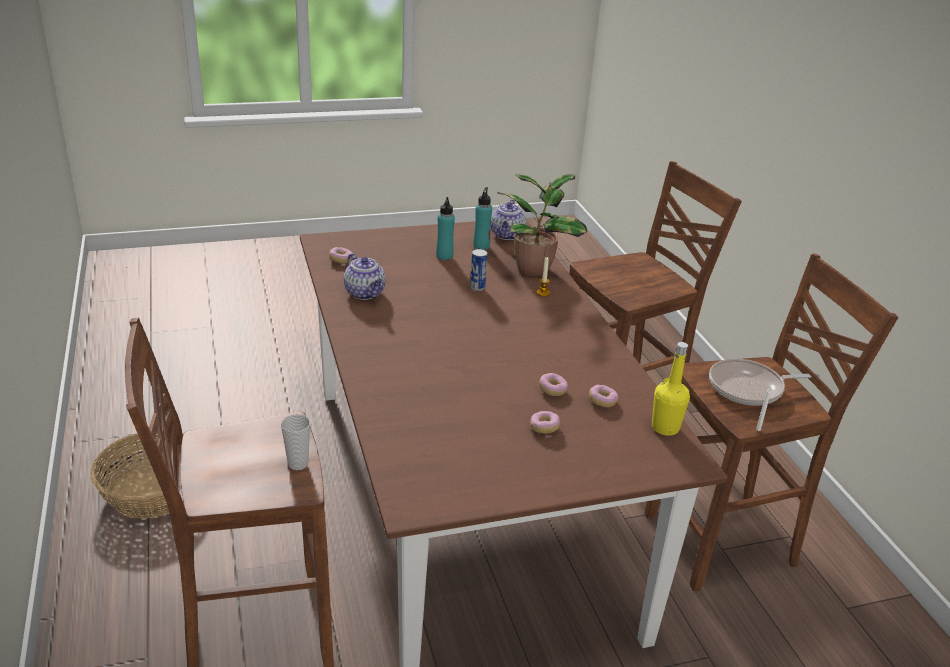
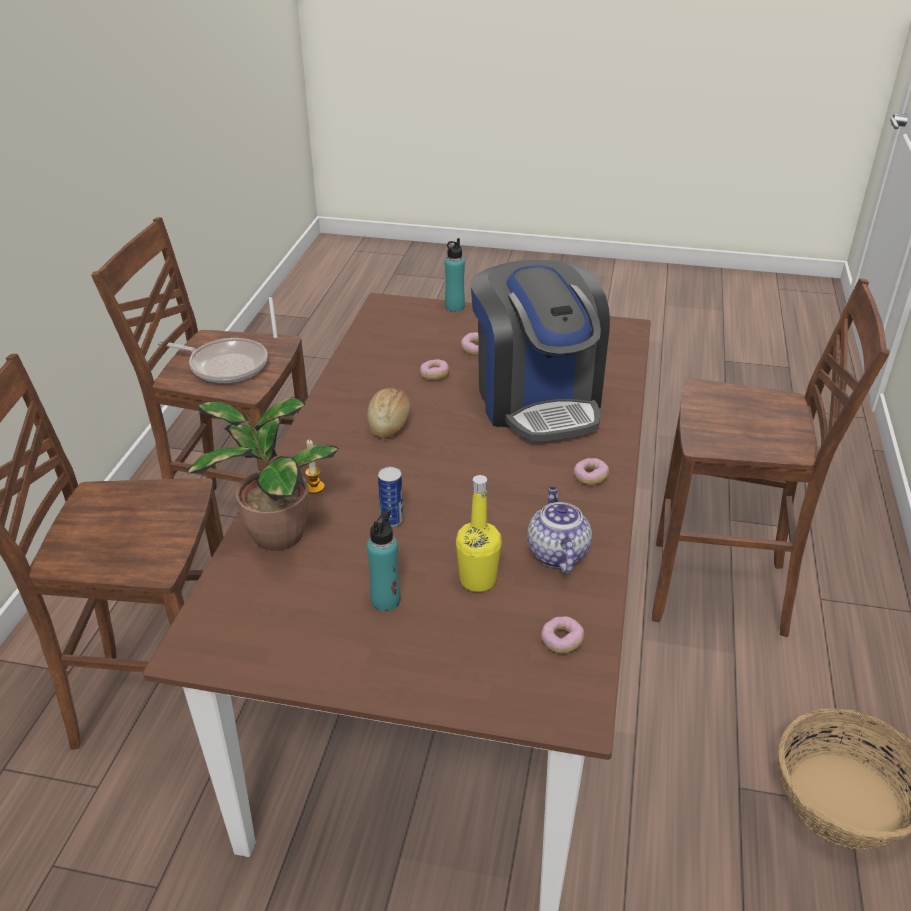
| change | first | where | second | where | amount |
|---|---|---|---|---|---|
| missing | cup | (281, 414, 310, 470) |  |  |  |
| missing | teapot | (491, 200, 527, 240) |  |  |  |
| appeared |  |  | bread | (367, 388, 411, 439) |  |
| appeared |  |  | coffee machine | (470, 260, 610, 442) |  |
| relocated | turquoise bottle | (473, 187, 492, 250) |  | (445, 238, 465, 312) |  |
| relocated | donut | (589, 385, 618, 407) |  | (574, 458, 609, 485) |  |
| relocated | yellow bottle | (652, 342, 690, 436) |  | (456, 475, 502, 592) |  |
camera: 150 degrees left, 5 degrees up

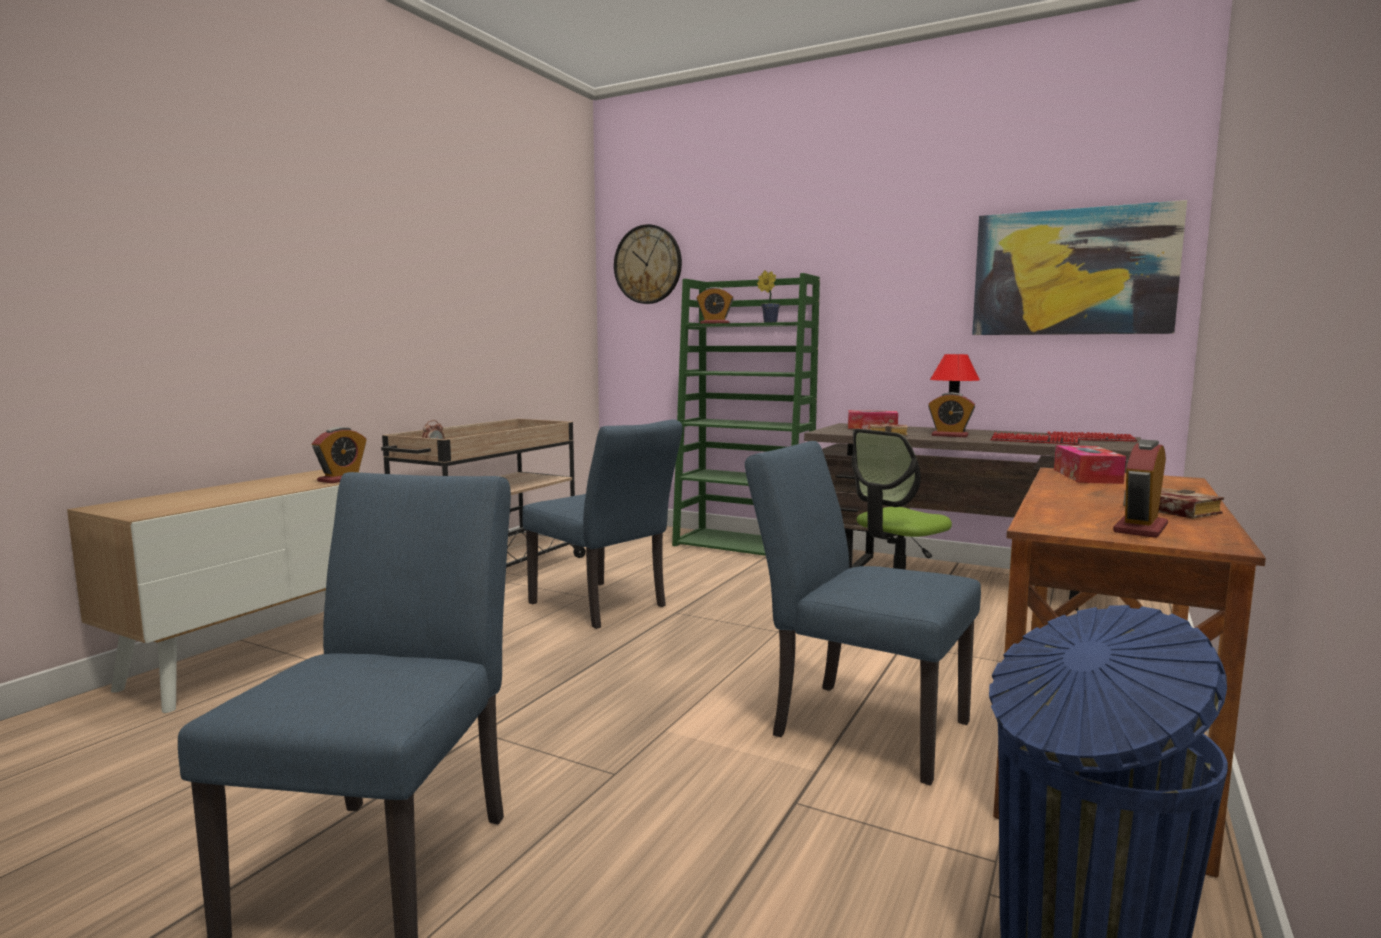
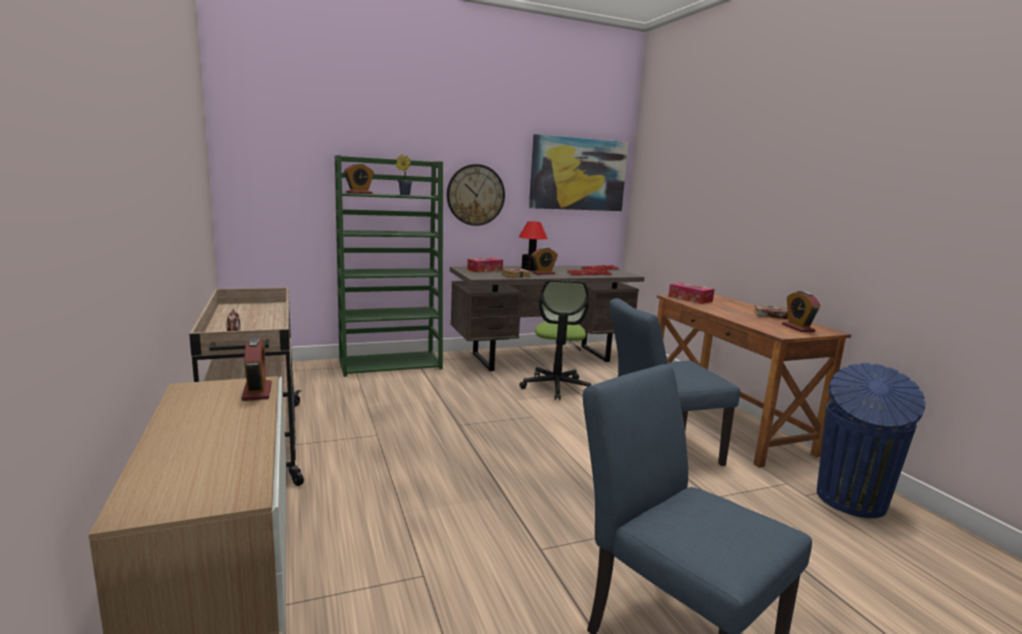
| change | first | where | second | where | amount |
|---|---|---|---|---|---|
| missing | blue chair | (522, 419, 683, 629) |  |  |  |
| relocated | wall clock | (614, 224, 682, 304) |  | (447, 164, 505, 226) |  |
camera: 50 degrees left, 5 degrees up

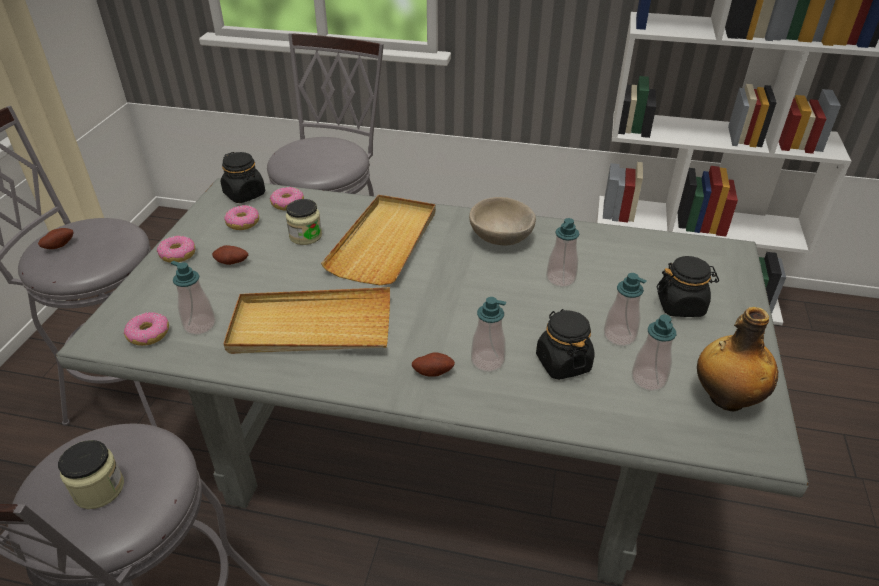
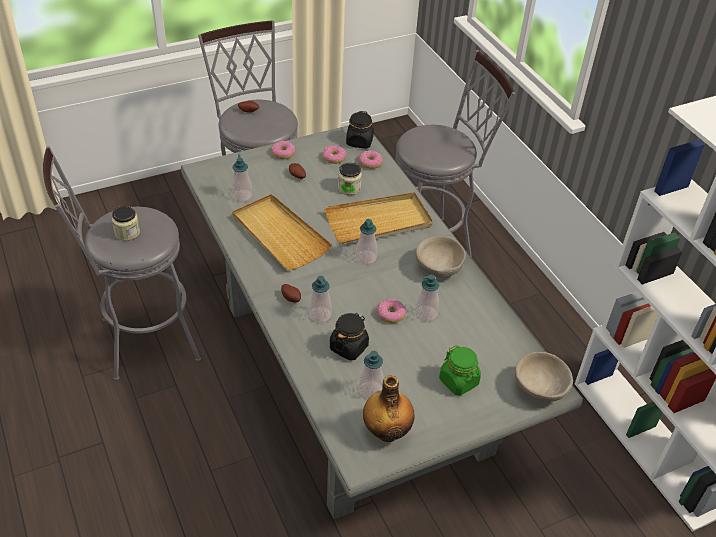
| change | first | where | second | where | amount |
|---|---|---|---|---|---|
| appeared |  |  | beige bowl | (515, 352, 573, 402) |  |
| relocated | donut | (124, 312, 169, 346) |  | (377, 299, 406, 323) |  |
| relocated | soap dispenser | (604, 273, 646, 346) |  | (356, 219, 377, 265) |  |
| colour | black jar | (657, 256, 719, 317) | green jar | (439, 345, 481, 395) |  |
camera: 50 degrees right, 5 degrees up

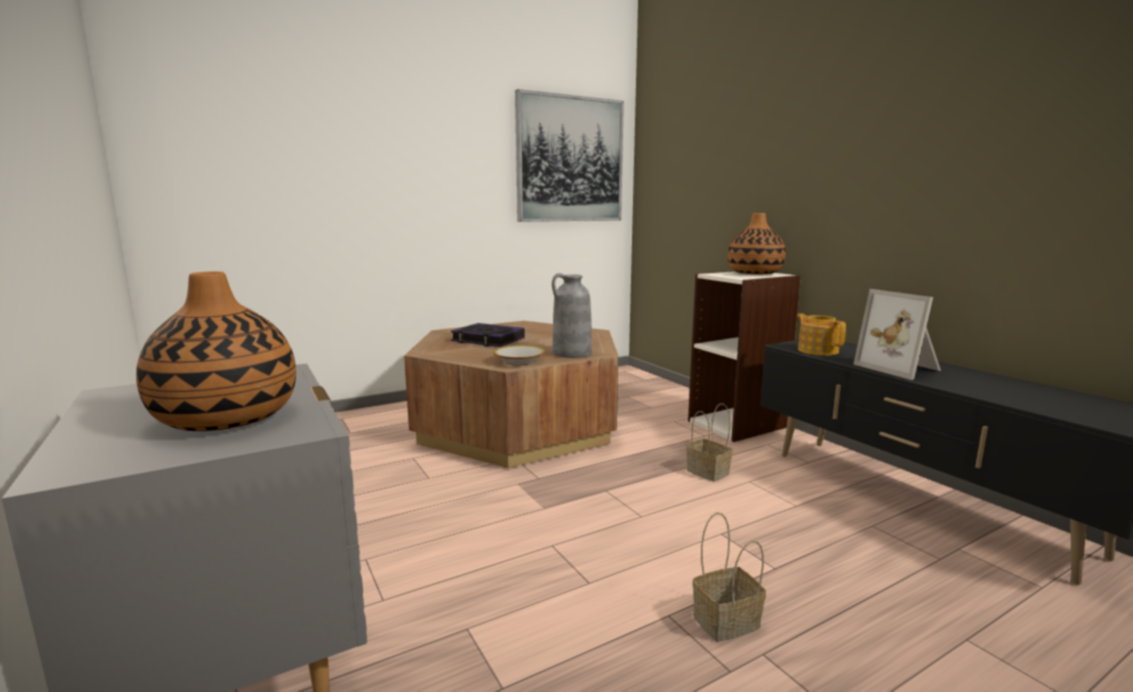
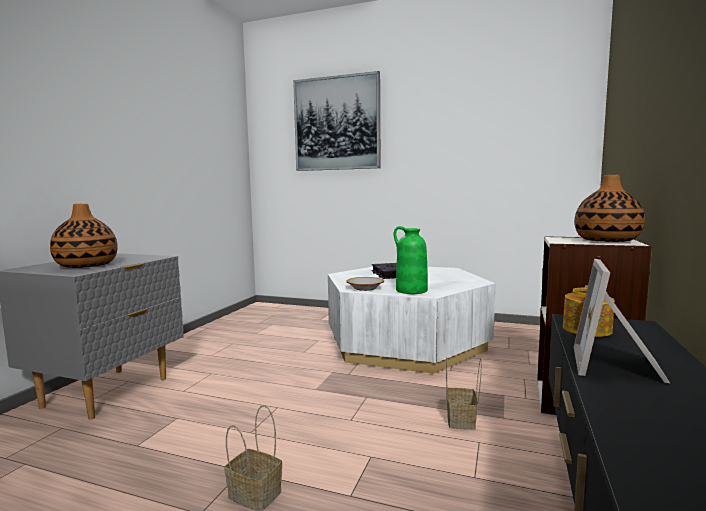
| change | first | where | second | where | amount |
|---|---|---|---|---|---|
| relocated | picture | (515, 89, 624, 222) |  | (293, 71, 381, 171) |  |
| colour | brown coffee table | (404, 321, 618, 468) | white coffee table | (328, 267, 495, 374) |  |
| colour | grey vase | (552, 273, 592, 358) | green vase | (394, 226, 428, 294) |  |
camera: 50 degrees right, 5 degrees down

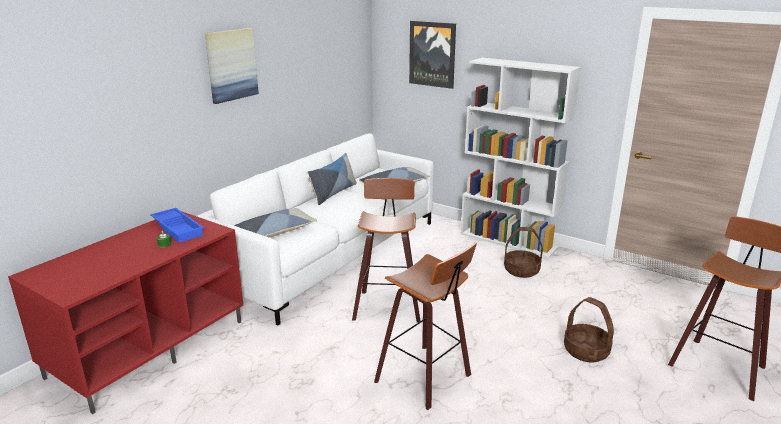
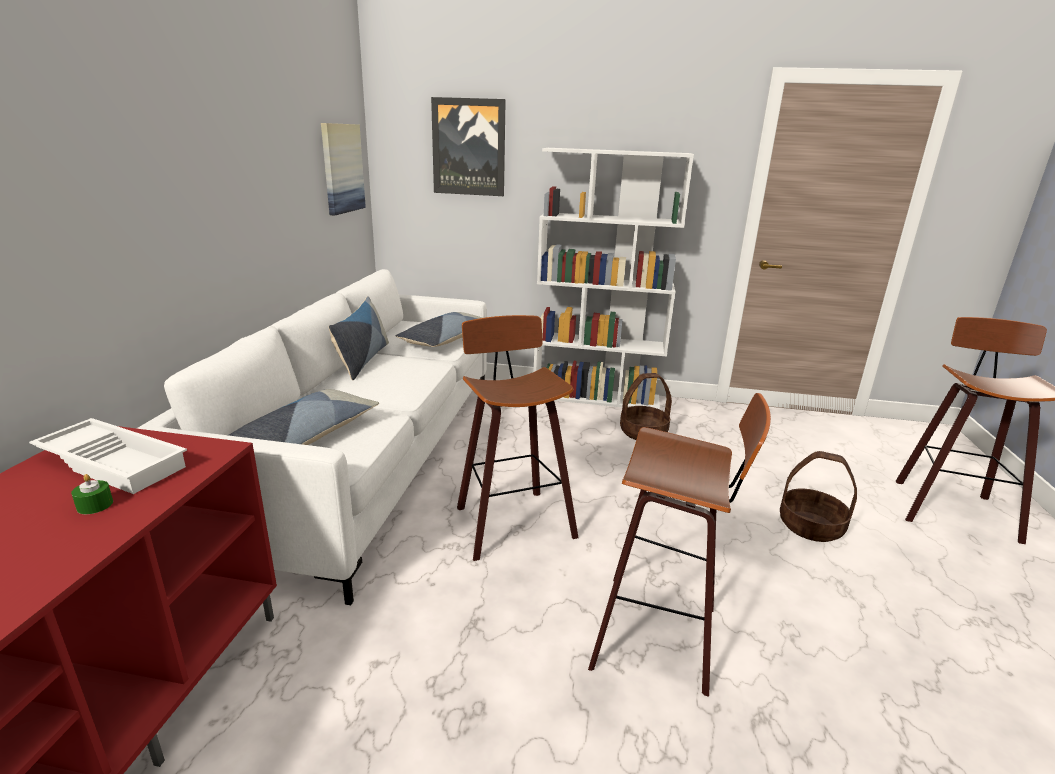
| change | first | where | second | where | amount |
|---|---|---|---|---|---|
| relocated | picture | (205, 28, 259, 104) |  | (321, 123, 366, 216) |  |
| colour | blue tray | (150, 208, 204, 243) | white tray | (29, 418, 187, 494) |  |
camera: 25 degrees left, 0 degrees up

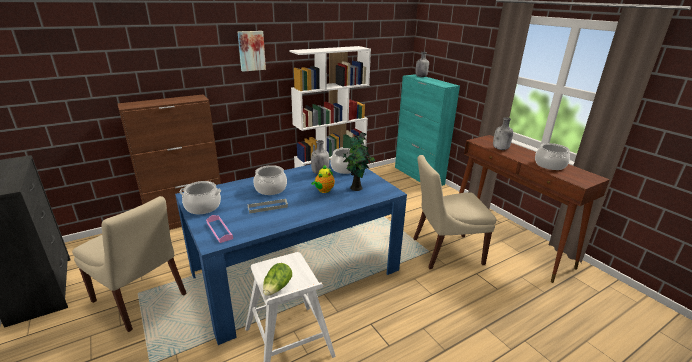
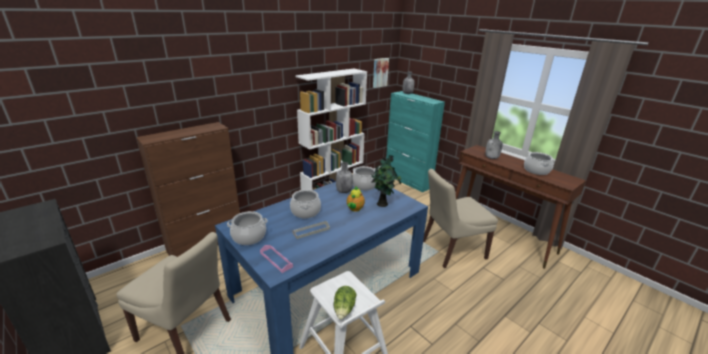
| change | first | where | second | where | amount |
|---|---|---|---|---|---|
| relocated | picture | (238, 31, 266, 72) |  | (373, 58, 389, 88) |  |
camera: 10 degrees left, 0 degrees up

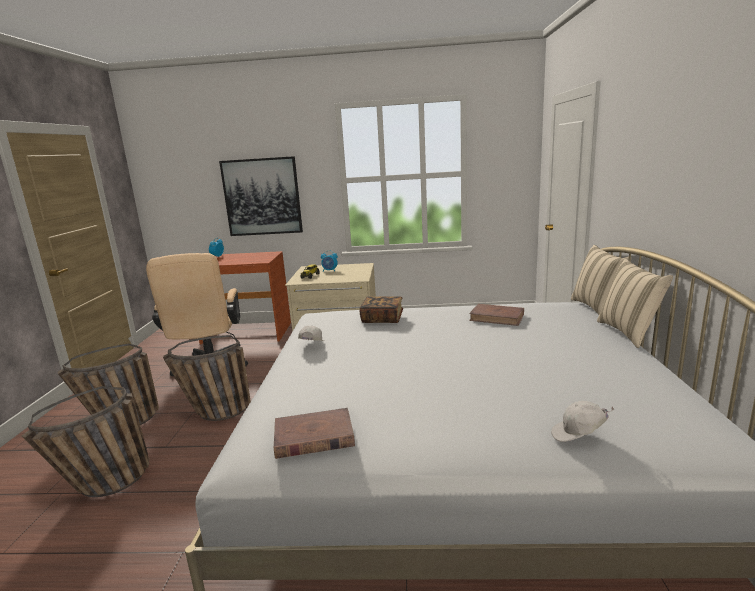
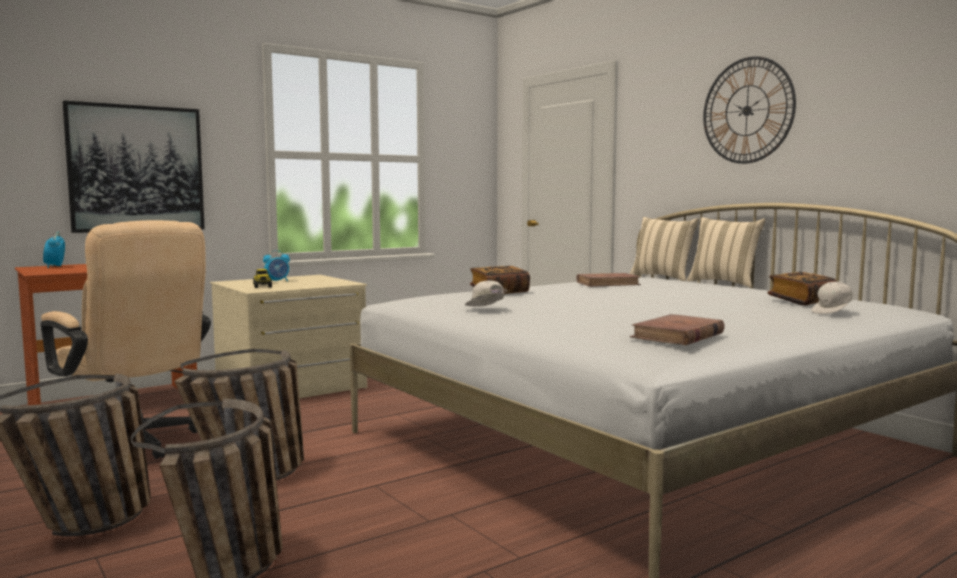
| change | first | where | second | where | amount |
|---|---|---|---|---|---|
| appeared |  |  | wall clock | (703, 56, 796, 164) |  |
| appeared |  |  | book | (767, 272, 838, 305) |  |
camera: 40 degrees left, 10 degrees down

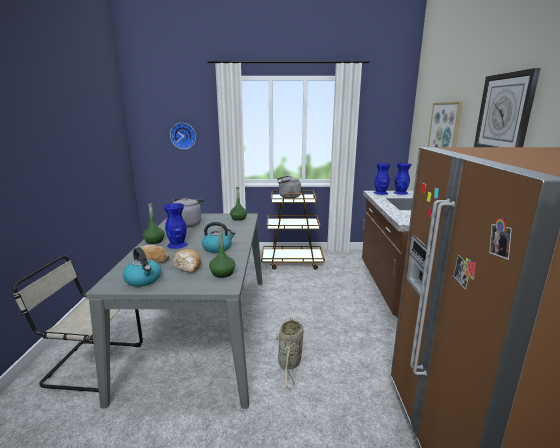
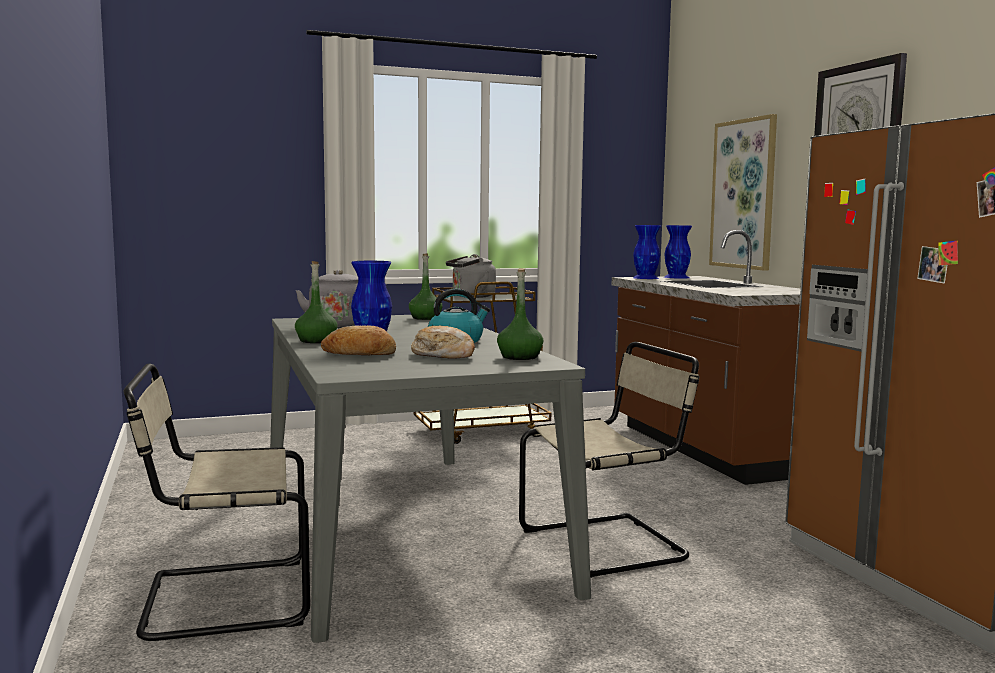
| change | first | where | second | where | amount |
|---|---|---|---|---|---|
| missing | kettle | (123, 247, 161, 287) |  |  |  |
| missing | wall clock | (170, 123, 196, 149) |  |  |  |
| exchanged | basket | (275, 317, 304, 390) | beige chair | (519, 342, 699, 578) |  |
camera: 20 degrees left, 10 degrees down

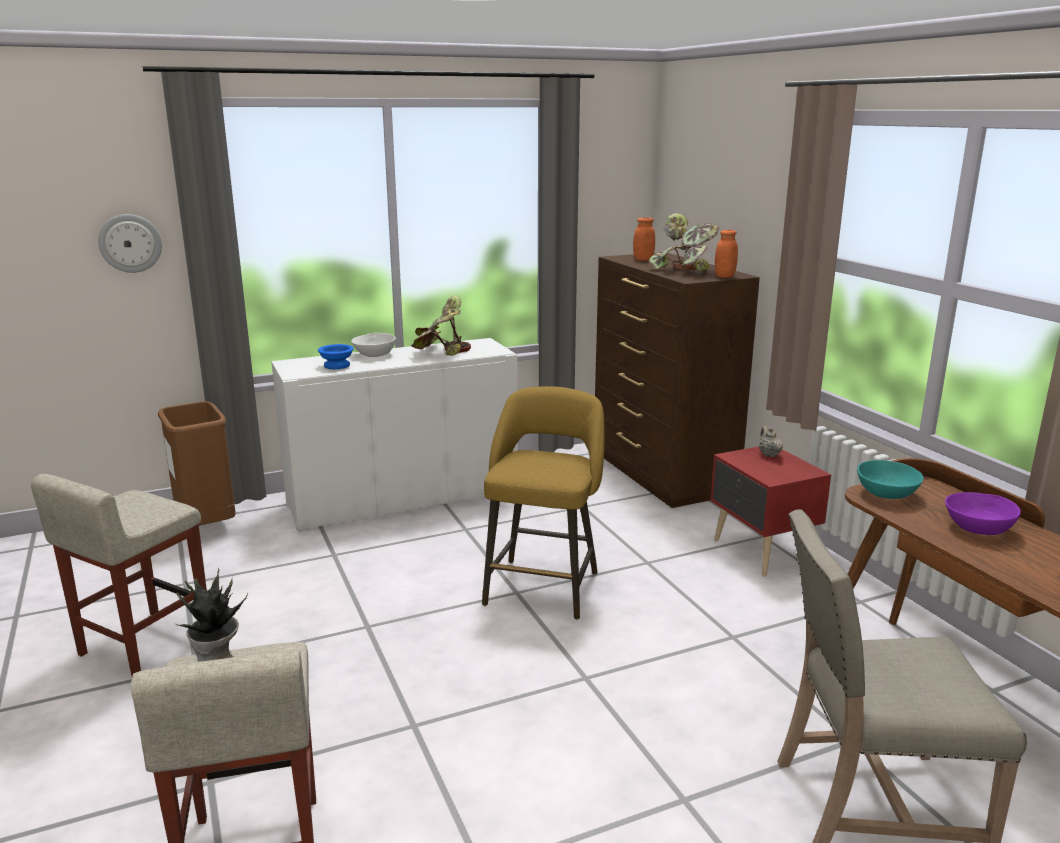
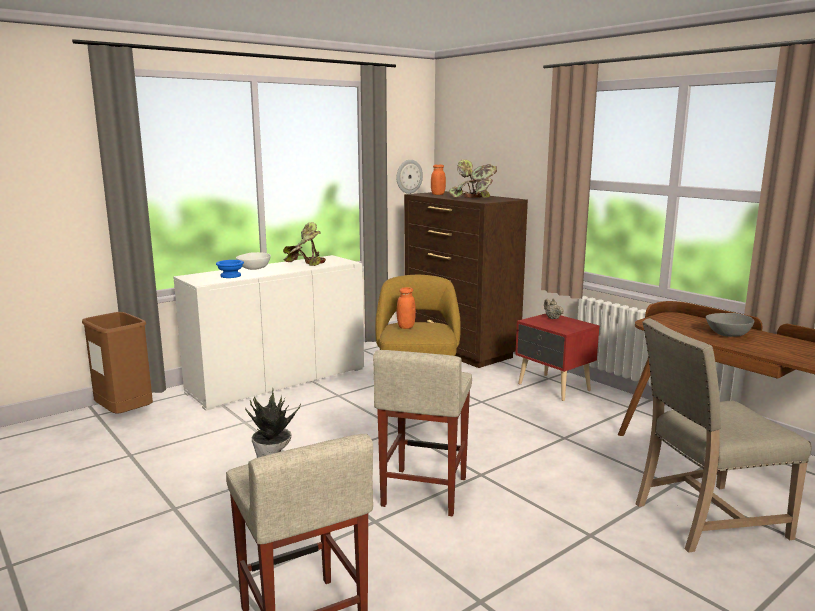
| change | first | where | second | where | amount |
|---|---|---|---|---|---|
| missing | turquoise bowl | (857, 460, 923, 499) |  |  |  |
| relocated | beige stool | (31, 474, 207, 676) |  | (373, 350, 472, 517) |  |
| relocated | wall clock | (98, 214, 162, 273) |  | (397, 160, 423, 194) |  |
| relocated | orange jar | (715, 230, 738, 278) |  | (397, 287, 416, 329) |  |
| colour | purple bowl | (945, 492, 1021, 535) | grey bowl | (706, 313, 754, 337) |  |
camera: 15 degrees left, 5 degrees down

